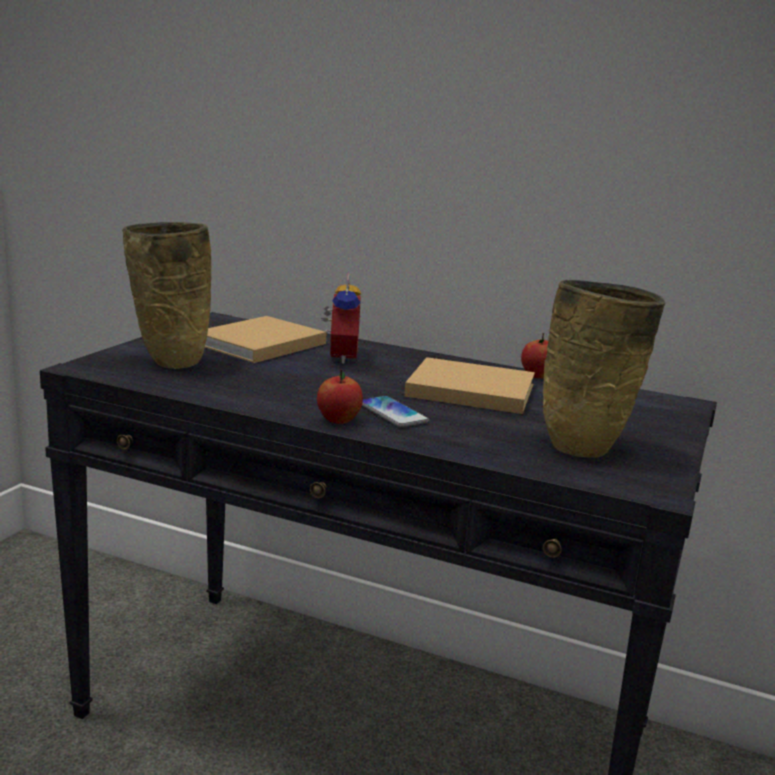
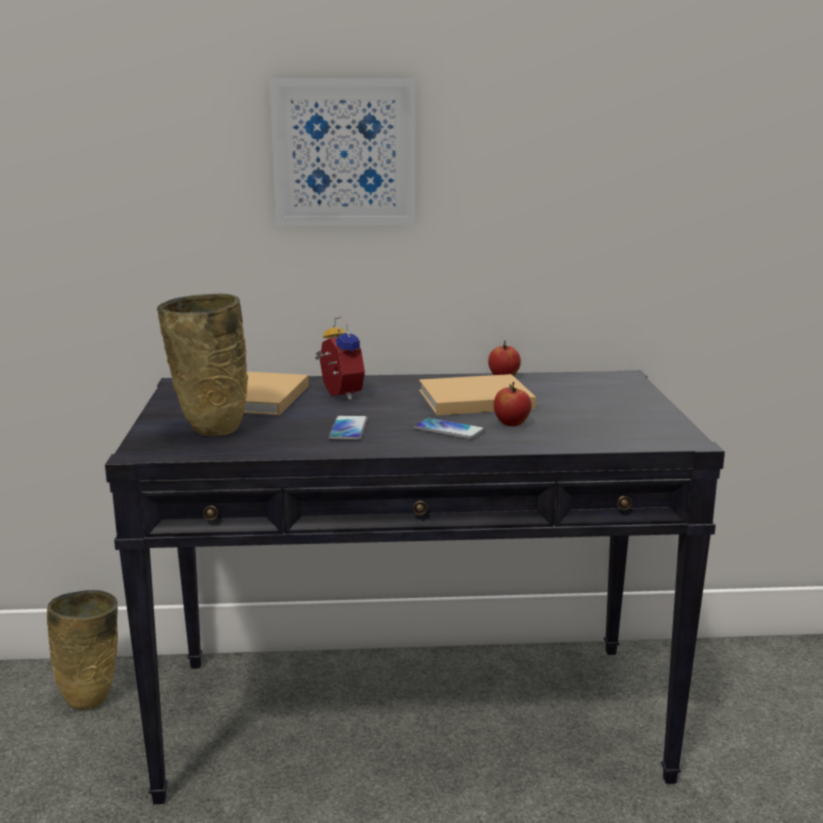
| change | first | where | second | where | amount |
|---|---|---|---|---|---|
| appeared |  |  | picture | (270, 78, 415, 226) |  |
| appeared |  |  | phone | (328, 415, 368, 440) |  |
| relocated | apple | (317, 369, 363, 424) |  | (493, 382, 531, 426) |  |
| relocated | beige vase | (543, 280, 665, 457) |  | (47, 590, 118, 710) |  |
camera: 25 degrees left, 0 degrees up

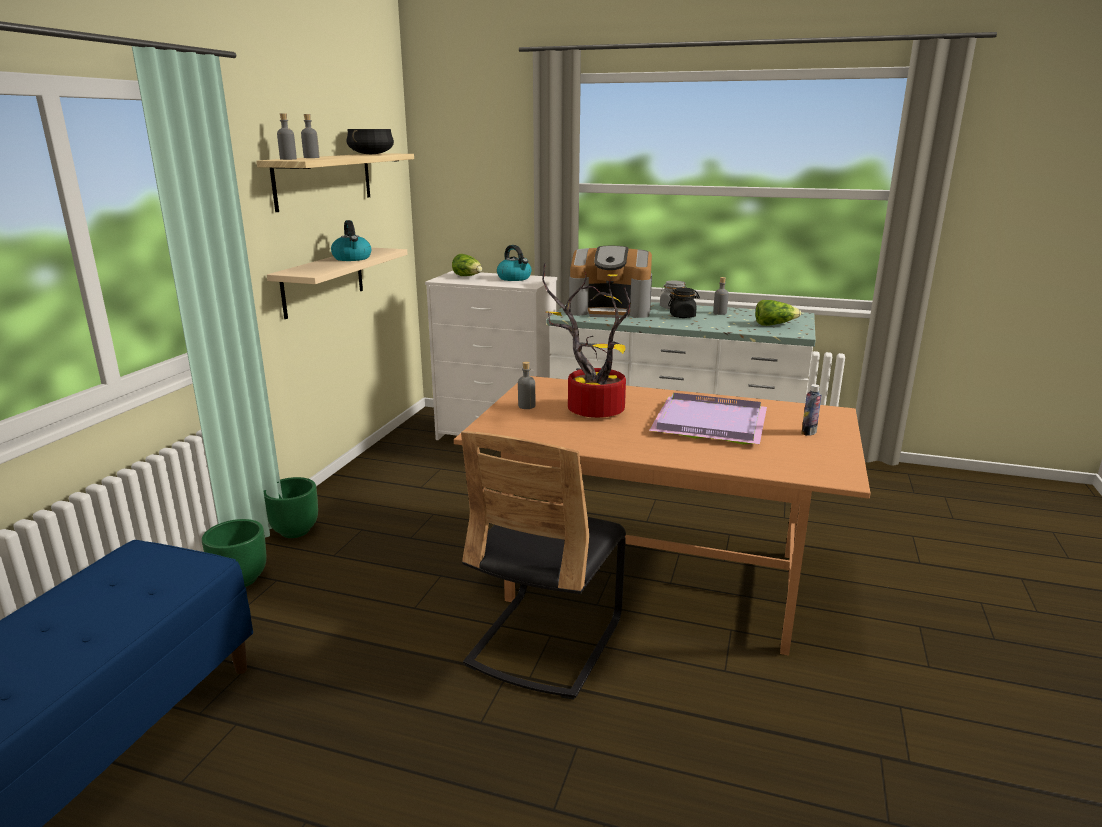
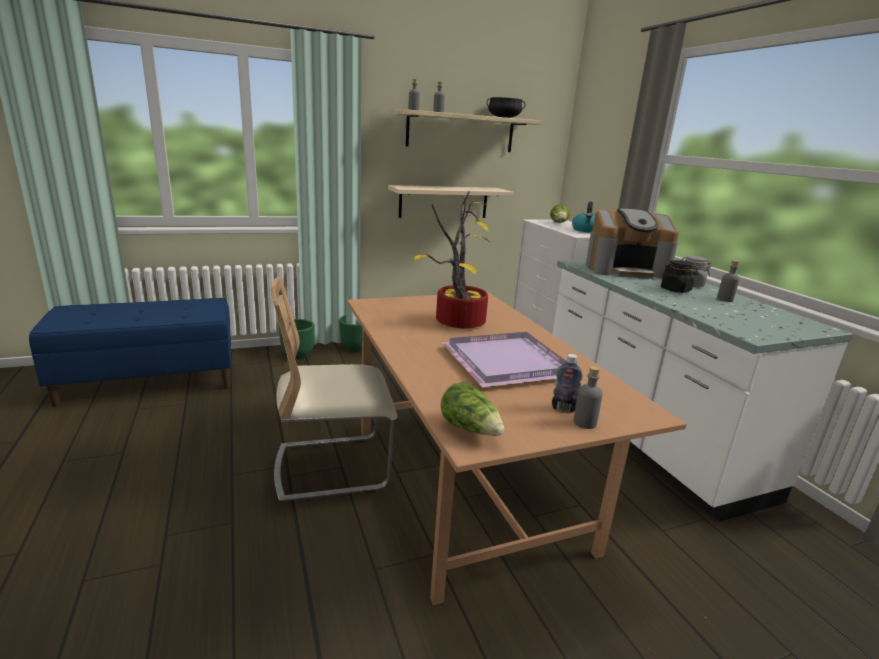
| change | first | where | second | where | amount |
|---|---|---|---|---|---|
| missing | kettle | (331, 220, 371, 261) |  |  |  |
| relocated | grey bottle | (518, 361, 535, 409) |  | (574, 366, 603, 429) |  |
| relocated | lettuce | (755, 300, 801, 326) |  | (441, 382, 505, 436) |  |
| colour | black chair | (461, 431, 626, 700) | beige chair | (271, 277, 397, 503) |  |
| spun | coffee machine | (569, 246, 652, 318) |  | (586, 208, 679, 279) | 60 degrees counterclockwise |
camera: 50 degrees right, 0 degrees up

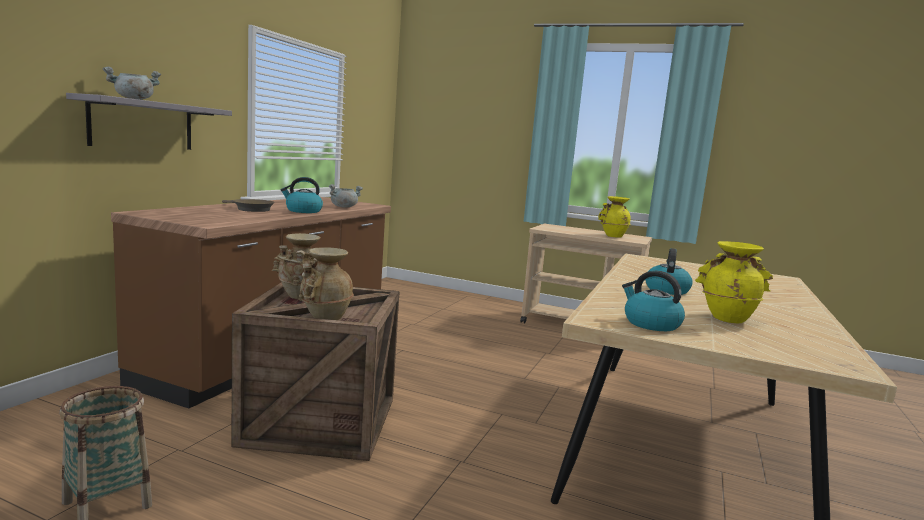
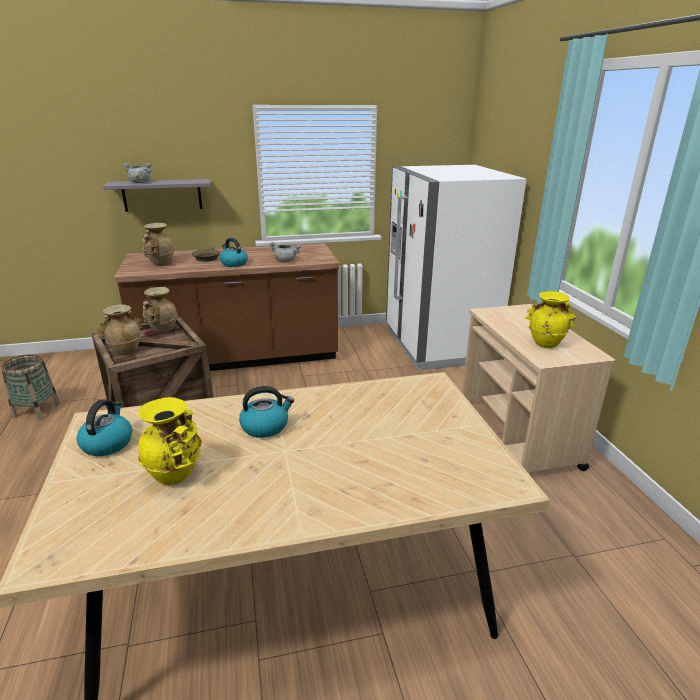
| change | first | where | second | where | amount |
|---|---|---|---|---|---|
| appeared |  |  | beige vase | (142, 223, 175, 266) |  |
| appeared |  |  | white fridge | (386, 165, 526, 370) |  |
camera: 55 degrees right, 15 degrees up

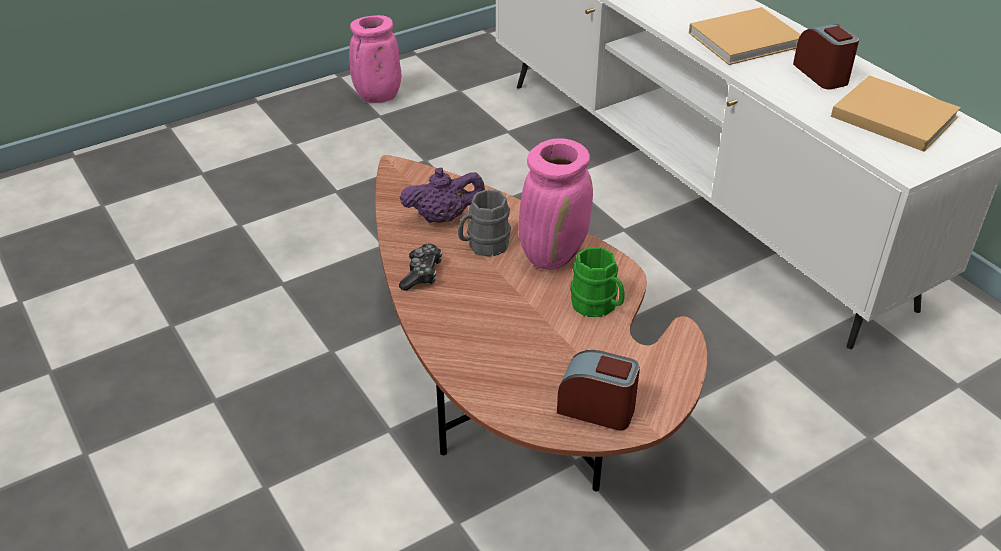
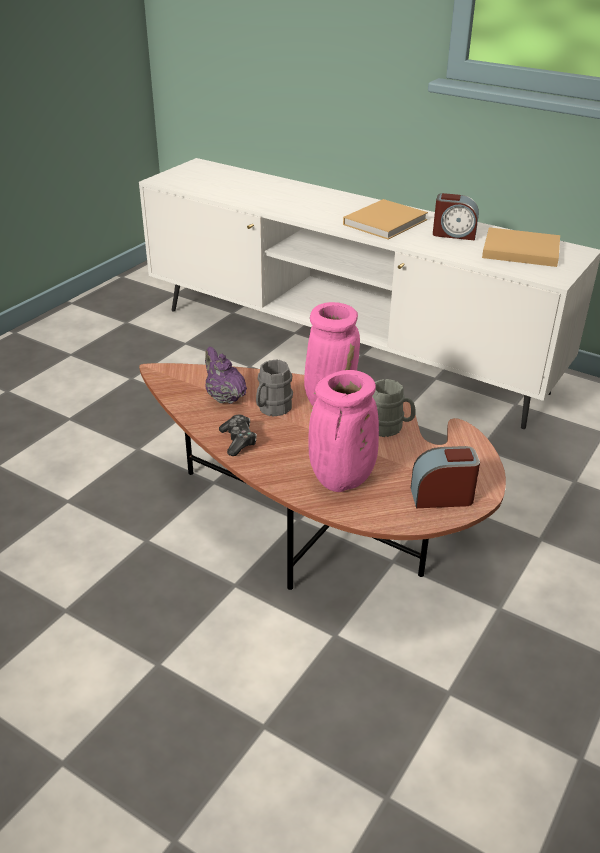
| change | first | where | second | where | amount |
|---|---|---|---|---|---|
| relocated | pink vase | (349, 15, 401, 103) |  | (309, 370, 379, 492) |  |
| colour | green mug | (570, 247, 624, 317) | grey mug | (372, 379, 416, 437) |  |
| spun | purple teapot | (400, 167, 485, 223) |  | (205, 347, 247, 404) | 90 degrees counterclockwise |
| spun | alarm clock | (793, 24, 859, 89) |  | (433, 193, 479, 240) | 150 degrees clockwise |
camera: 25 degrees left, 5 degrees down

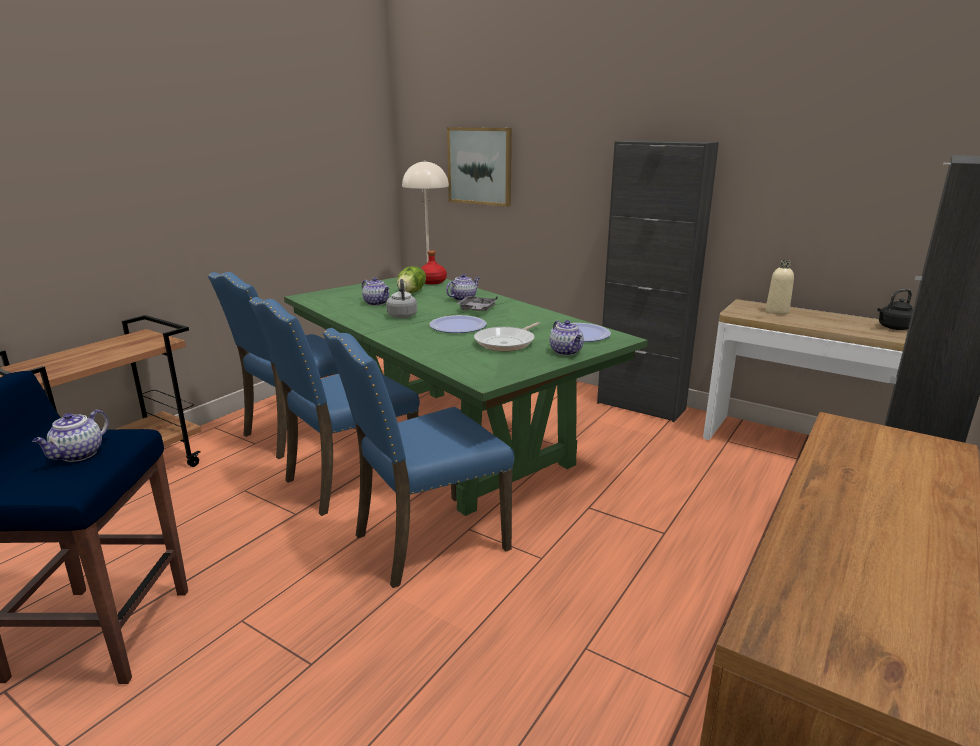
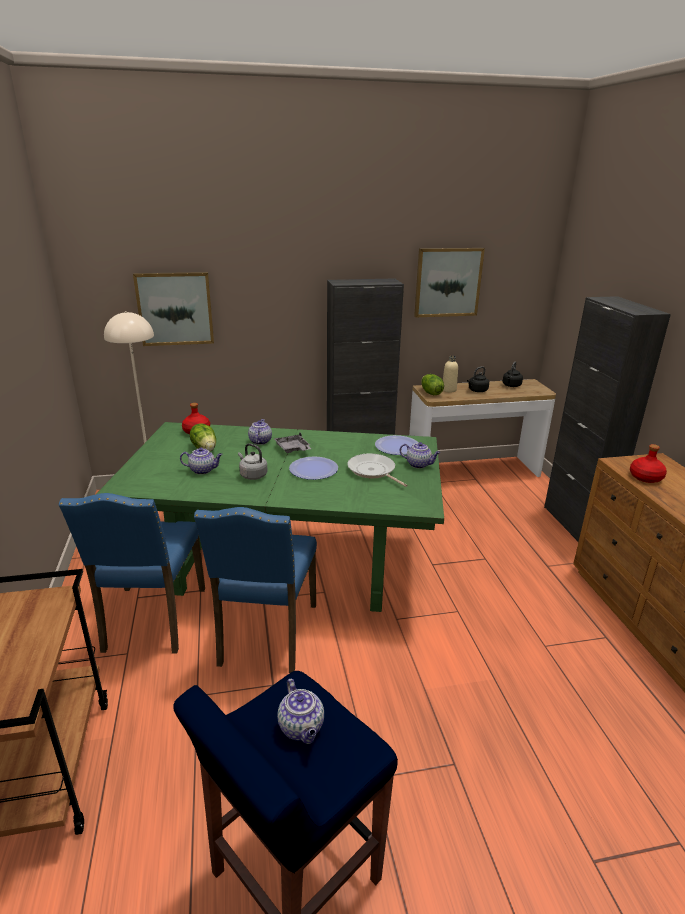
| change | first | where | second | where | amount |
|---|---|---|---|---|---|
| missing | blue chair | (323, 328, 515, 588) |  |  |  |
| appeared |  |  | picture | (414, 248, 485, 317) |  |
| appeared |  |  | lettuce | (422, 374, 444, 395) |  |
| appeared |  |  | black kettle | (467, 366, 489, 392) |  |
| appeared |  |  | red bottle | (630, 444, 667, 483) |  |
| spun | frying pan | (474, 322, 540, 351) |  | (347, 453, 408, 487) | 150 degrees clockwise |
camera: 45 degrees left, 5 degrees up

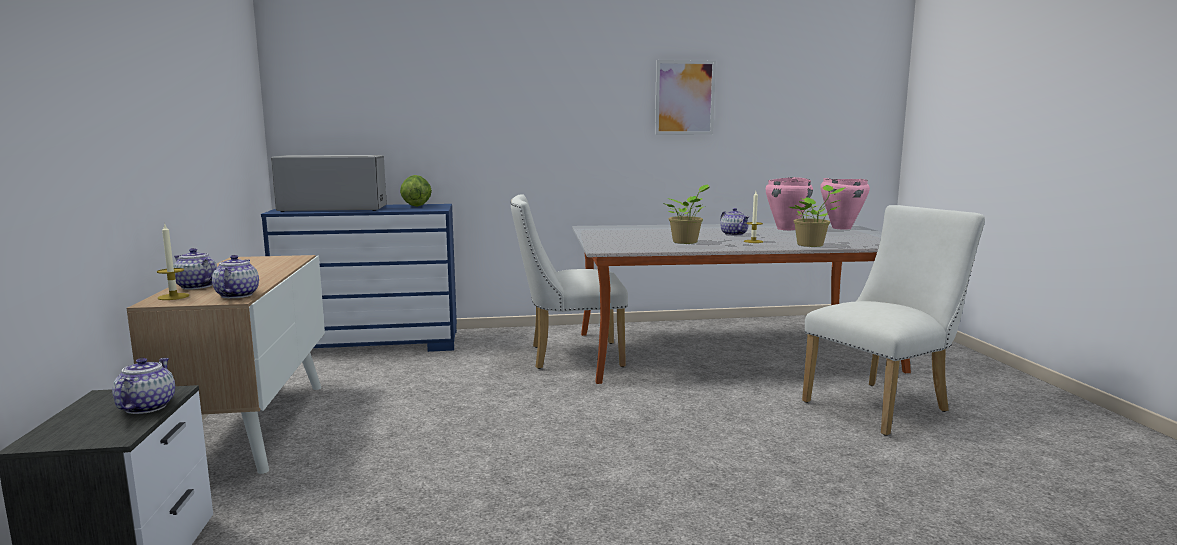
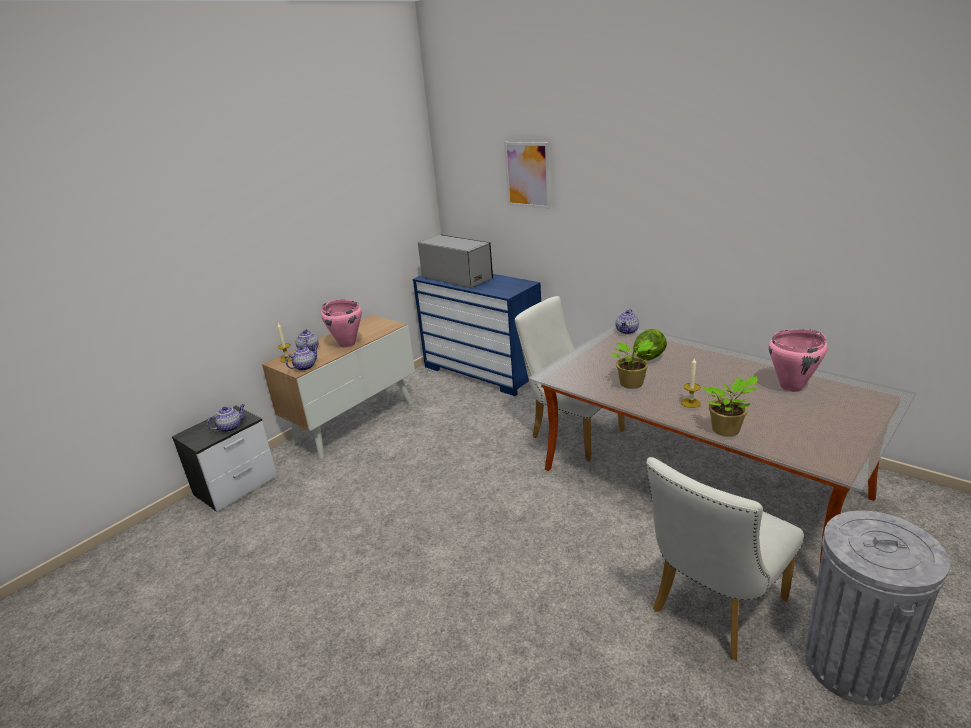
| change | first | where | second | where | amount |
|---|---|---|---|---|---|
| appeared |  |  | grey trash can | (805, 510, 950, 706) |  |
| relocated | lettuce | (400, 175, 432, 207) |  | (633, 329, 667, 361) |  |
| relocated | picture | (655, 60, 716, 135) |  | (504, 142, 551, 209) |  |
| relocated | teapot | (720, 208, 749, 236) |  | (615, 309, 639, 334) |  |
| relocated | pink cooking pot | (820, 178, 870, 230) |  | (321, 300, 362, 348) |  |
| spun | white chair | (802, 205, 985, 436) |  | (646, 457, 804, 660) | 120 degrees clockwise |
camera: 50 degrees right, 15 degrees up

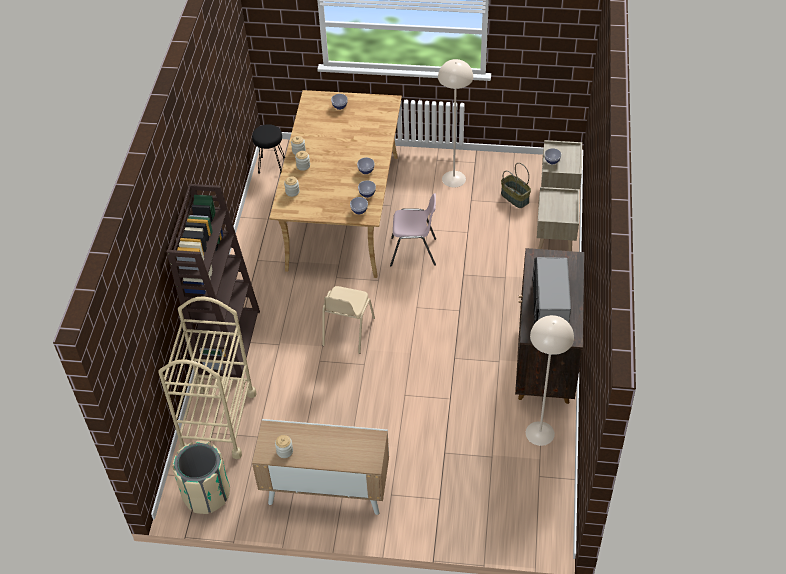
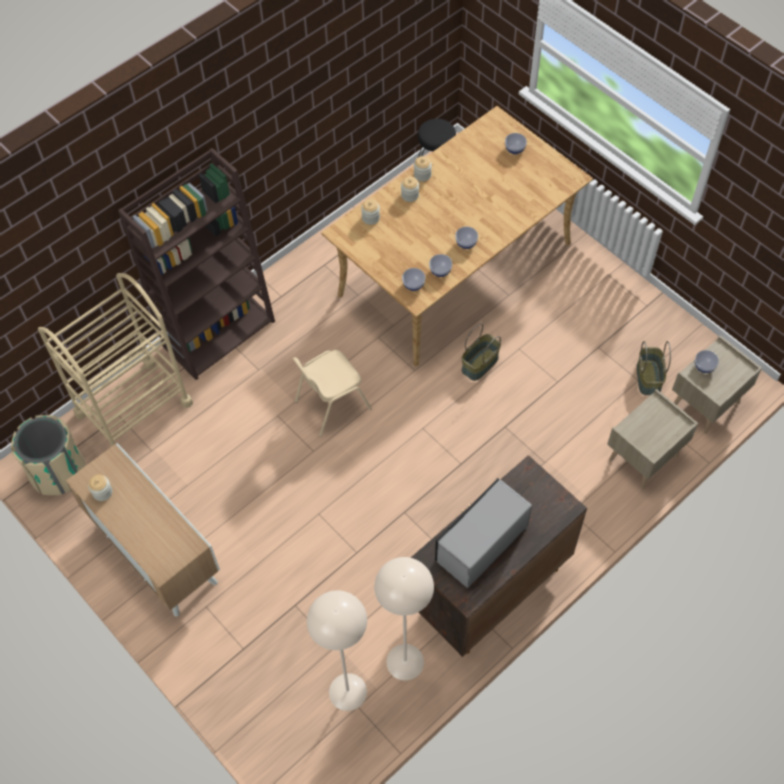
| change | first | where | second | where | amount |
|---|---|---|---|---|---|
| relocated | beige floor lamp | (438, 59, 473, 188) |  | (307, 590, 367, 711) |  |
| exchanged | pink chair | (390, 193, 436, 267) | basket | (462, 323, 501, 381) |  |
camera: 40 degrees right, 10 degrees up

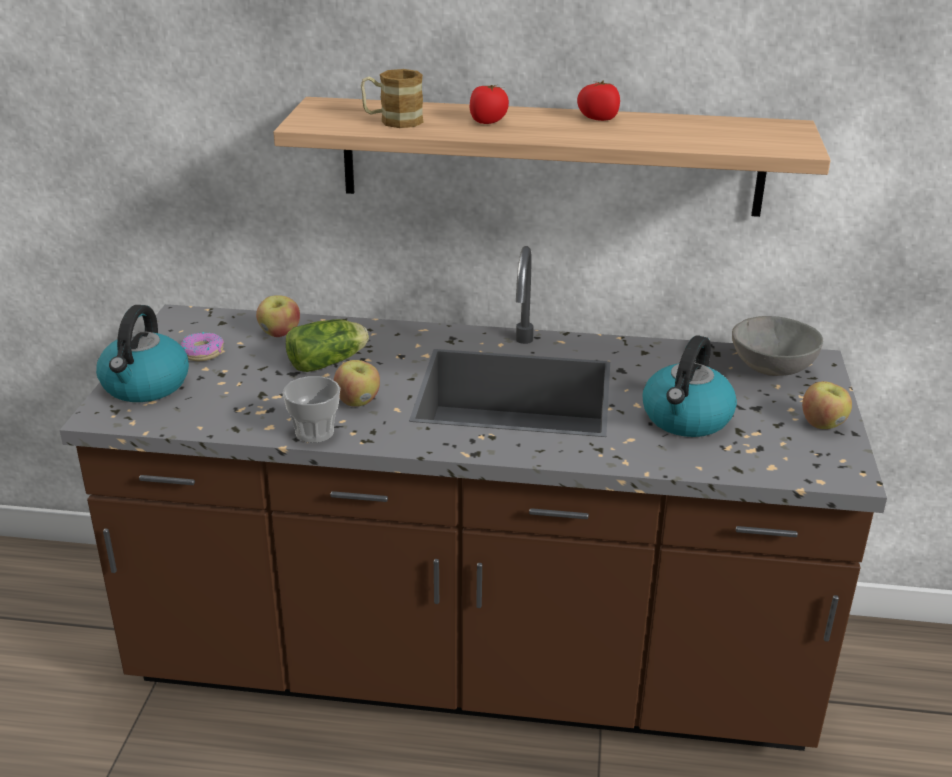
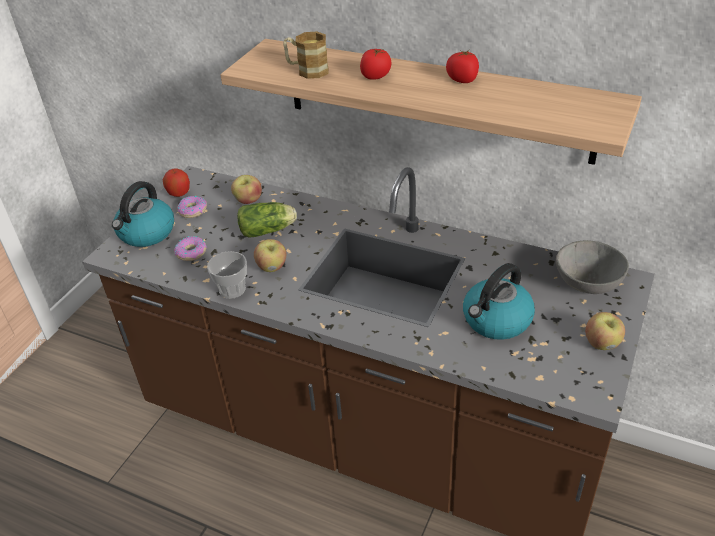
| change | first | where | second | where | amount |
|---|---|---|---|---|---|
| appeared |  |  | apple | (163, 168, 190, 197) |  |
| appeared |  |  | donut | (174, 236, 207, 261) |  |
camera: 20 degrees right, 10 degrees up

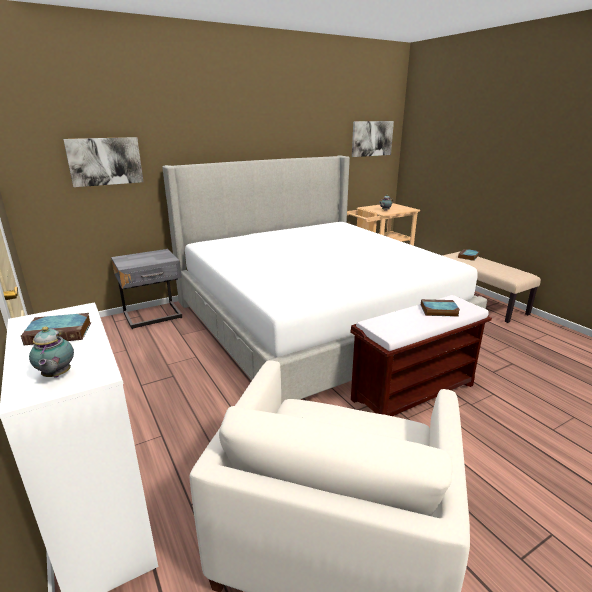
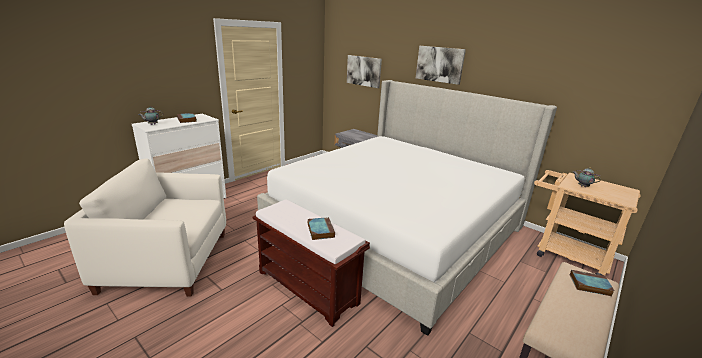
| change | first | where | second | where | amount |
|---|---|---|---|---|---|
| relocated | picture | (352, 121, 394, 157) |  | (416, 46, 466, 85) |  |
camera: 70 degrees right, 0 degrees up

